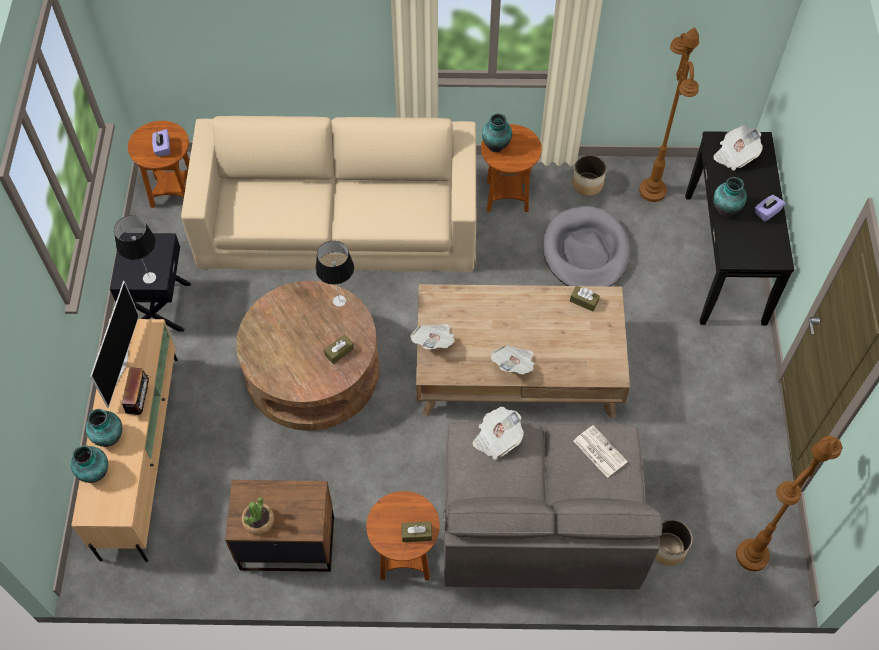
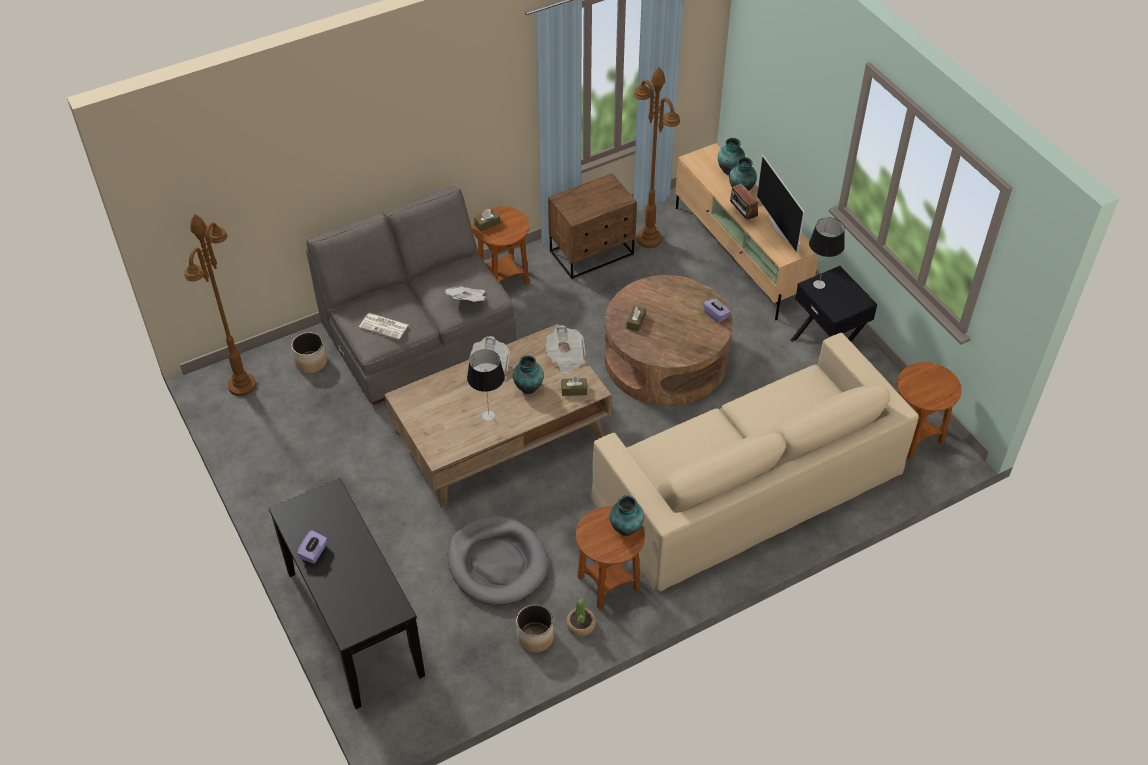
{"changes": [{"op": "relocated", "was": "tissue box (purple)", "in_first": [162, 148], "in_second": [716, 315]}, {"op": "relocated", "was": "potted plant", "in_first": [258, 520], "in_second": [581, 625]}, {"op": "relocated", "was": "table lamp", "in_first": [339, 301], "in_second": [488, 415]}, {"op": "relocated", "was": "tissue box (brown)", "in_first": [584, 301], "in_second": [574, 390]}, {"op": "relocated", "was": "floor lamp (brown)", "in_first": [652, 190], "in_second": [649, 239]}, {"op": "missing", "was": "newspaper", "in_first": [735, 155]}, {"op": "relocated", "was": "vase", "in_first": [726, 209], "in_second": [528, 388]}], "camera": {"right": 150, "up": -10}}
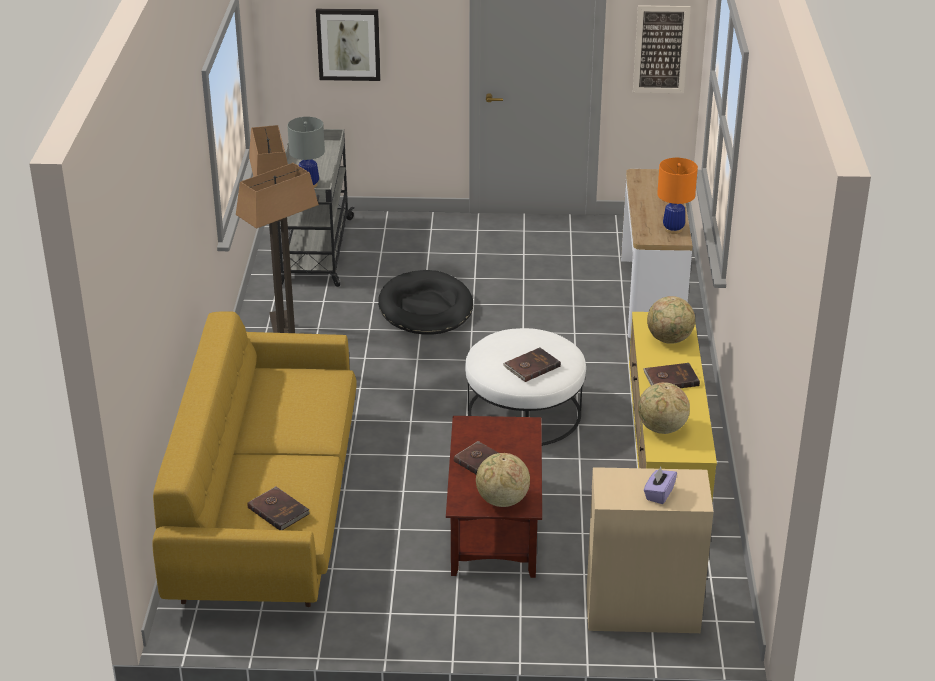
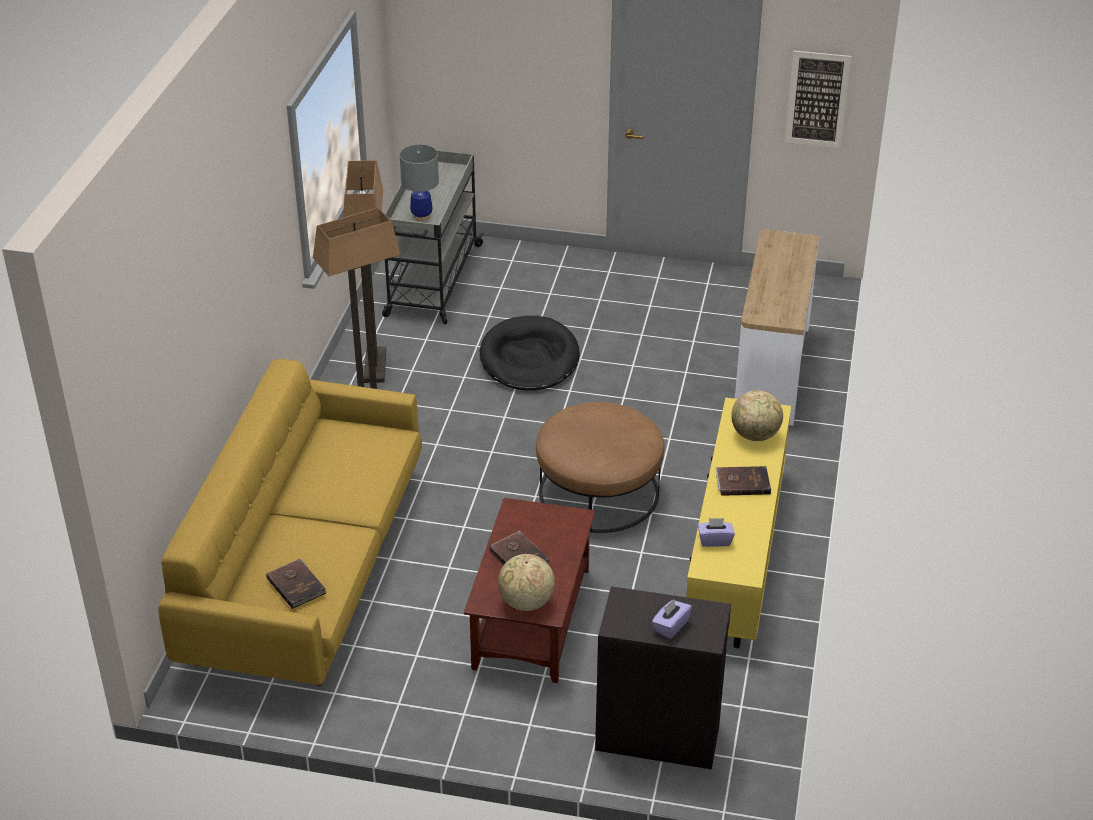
{"changes": [{"op": "missing", "was": "picture", "in_first": [348, 44]}, {"op": "colour", "was": "ottoman (white)", "now": "ottoman (brown)", "in_first": [524, 412], "in_second": [598, 492]}, {"op": "missing", "was": "book (brown)", "in_first": [531, 366]}, {"op": "colour", "was": "cabinet (beige)", "now": "cabinet (black)", "in_first": [641, 609], "in_second": [657, 734]}, {"op": "exchanged", "was": "globe", "now": "tissue box (purple)", "in_first": [661, 429], "in_second": [715, 540]}, {"op": "missing", "was": "table lamp (orange)", "in_first": [673, 229]}], "camera": {"right": 10, "up": 5}}
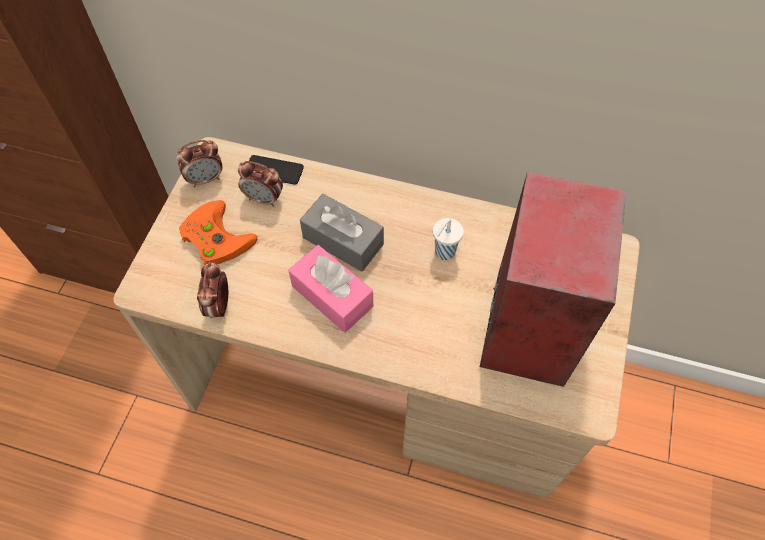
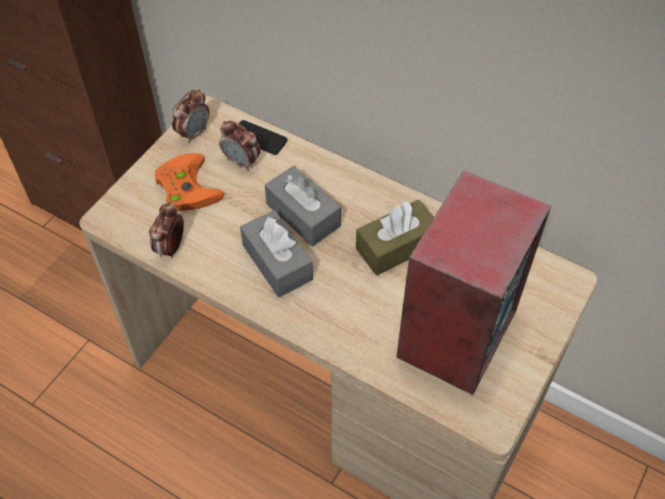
{"changes": [{"op": "spun", "was": "alarm clock", "in_first": [205, 179], "in_second": [193, 133], "clockwise": -45}, {"op": "colour", "was": "tissue box (pink)", "now": "tissue box (grey)", "in_first": [332, 296], "in_second": [277, 262]}, {"op": "exchanged", "was": "cup (white)", "now": "tissue box (brown)", "in_first": [444, 253], "in_second": [396, 246]}], "camera": {"right": 15, "up": -5}}
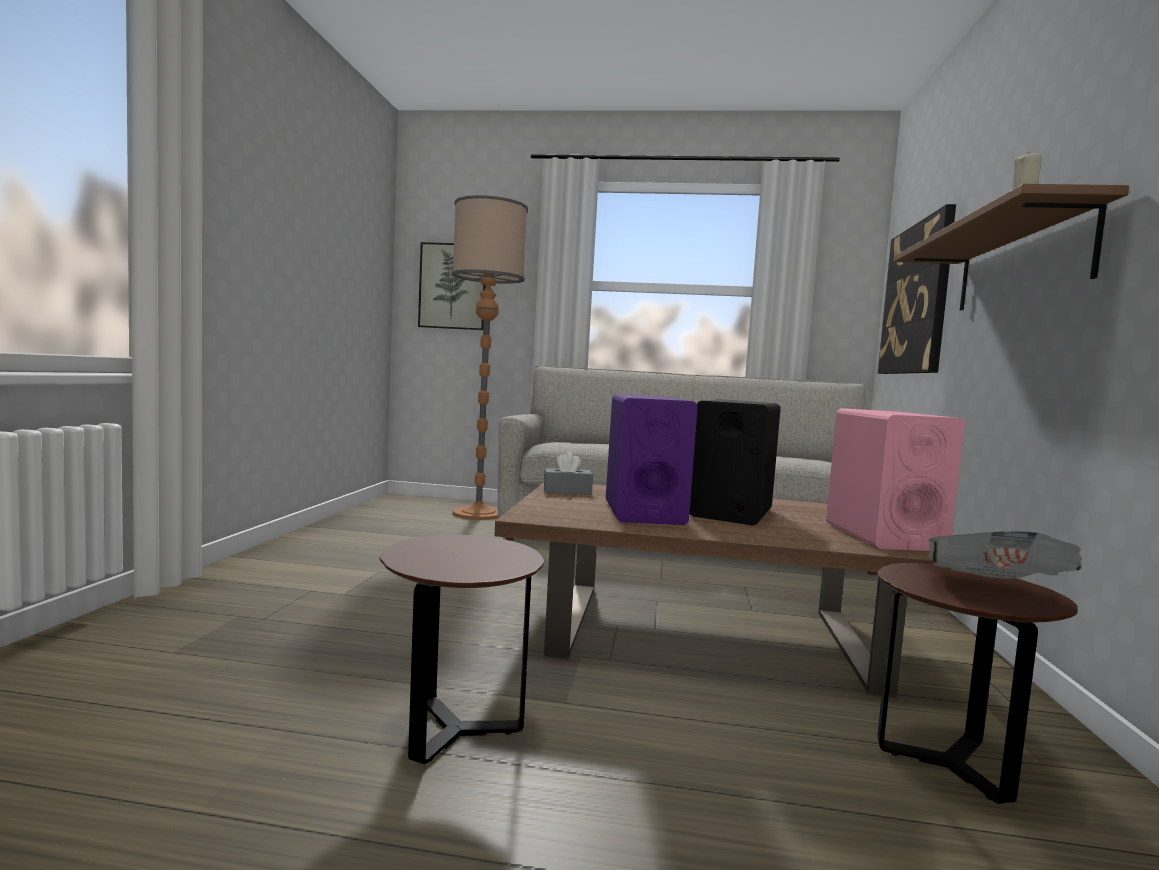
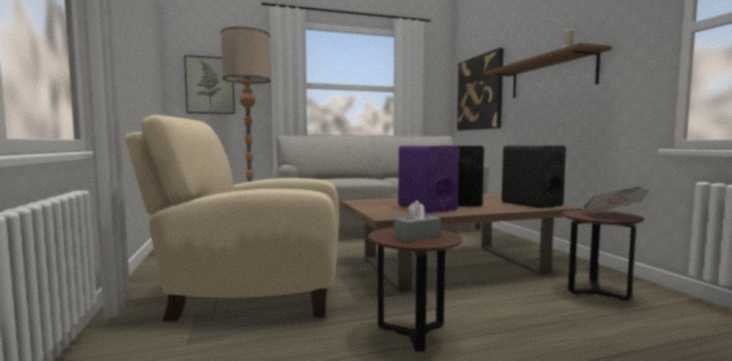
{"changes": [{"op": "relocated", "was": "tissue box (grey)", "in_first": [567, 491], "in_second": [417, 236]}, {"op": "colour", "was": "speaker (pink)", "now": "speaker (black)", "in_first": [882, 536], "in_second": [531, 203]}, {"op": "appeared", "now": "armchair (beige)", "in_second": [252, 293]}], "camera": {"right": -25, "up": 0}}
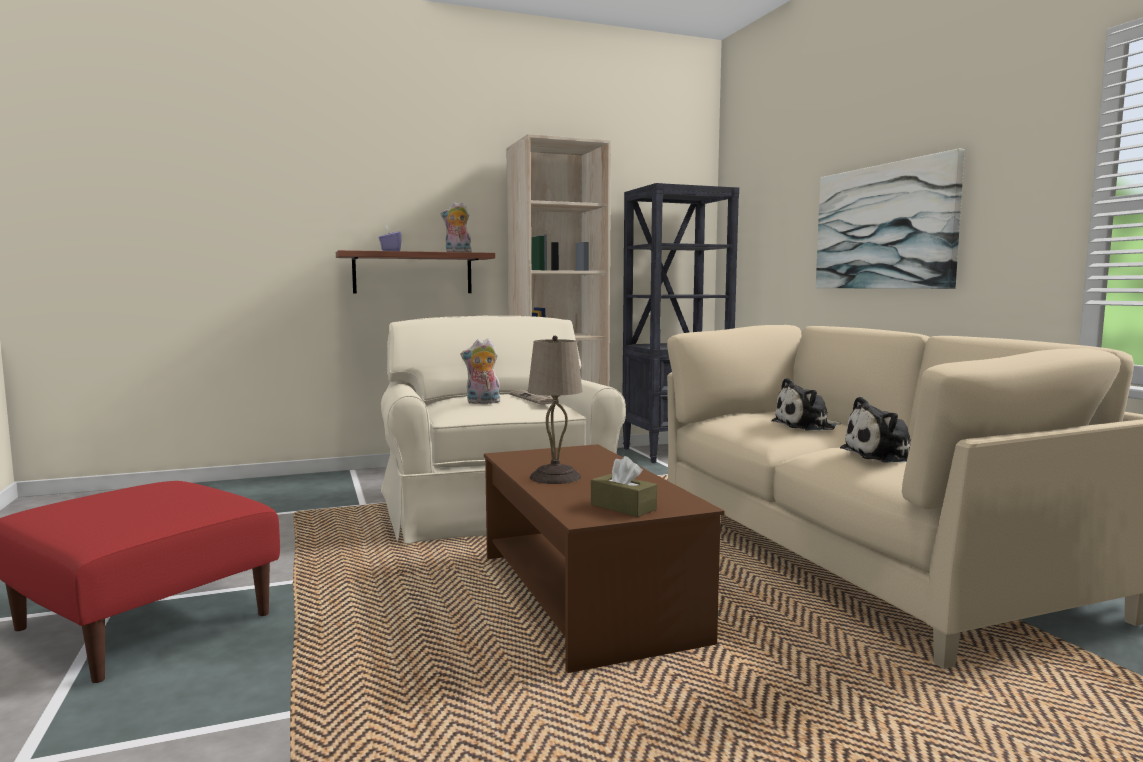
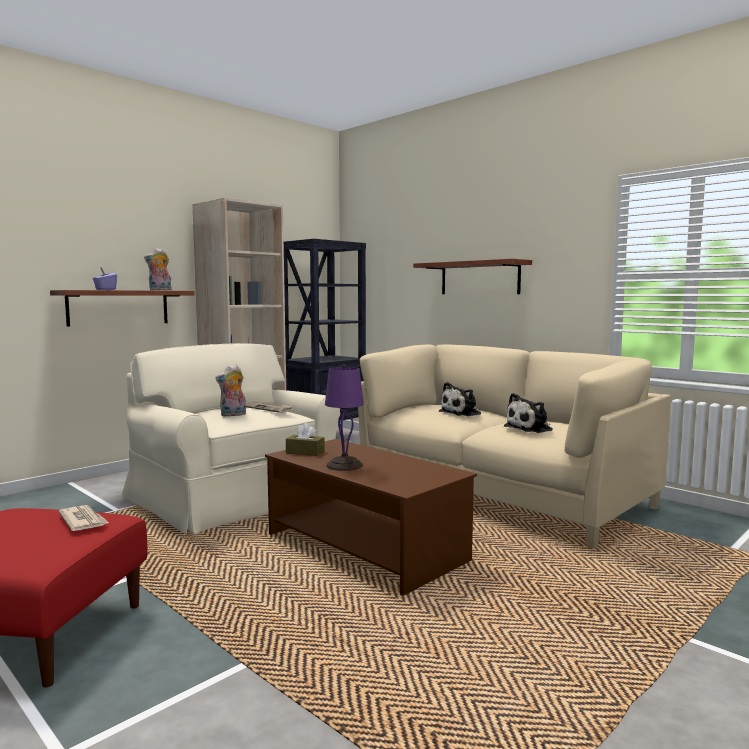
{"changes": [{"op": "colour", "was": "table lamp (beige)", "now": "table lamp (purple)", "in_first": [554, 477], "in_second": [344, 465]}, {"op": "relocated", "was": "tissue box (brown)", "in_first": [623, 507], "in_second": [305, 452]}, {"op": "exchanged", "was": "picture", "now": "shelf", "in_first": [884, 227], "in_second": [479, 278]}, {"op": "appeared", "now": "newspaper", "in_second": [83, 521]}], "camera": {"right": -25, "up": 0}}
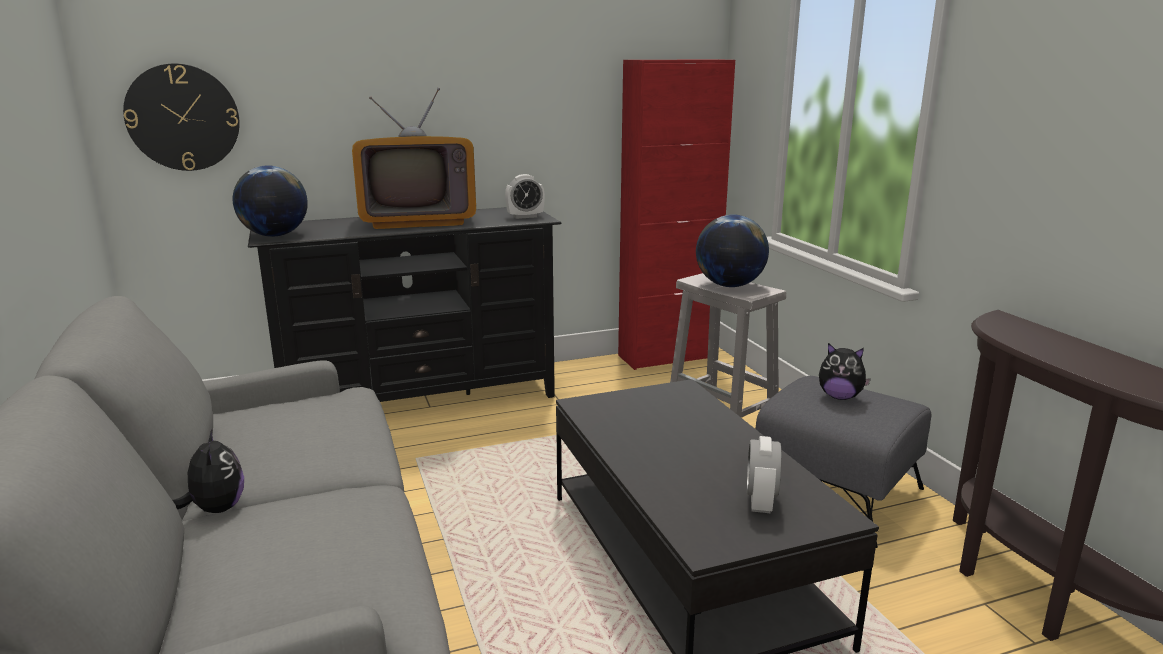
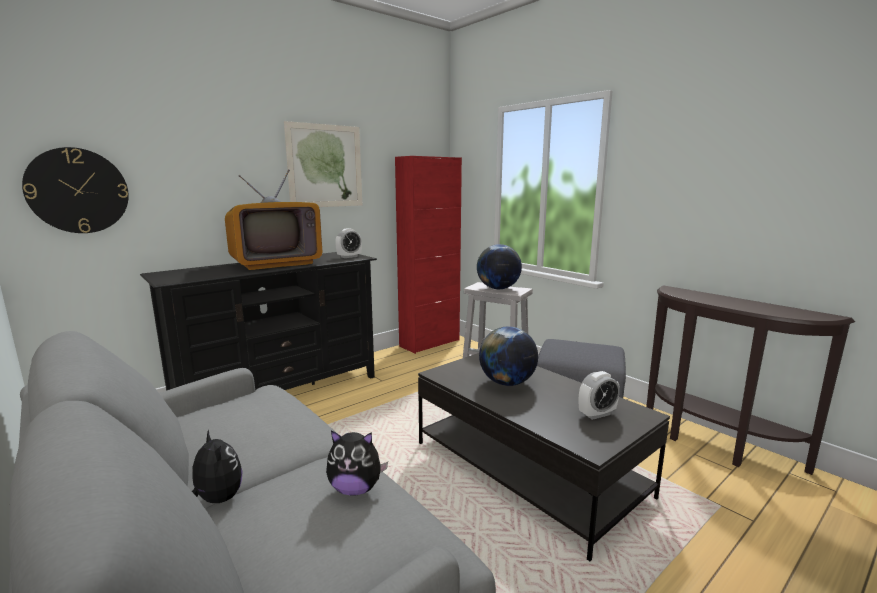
{"changes": [{"op": "relocated", "was": "globe", "in_first": [275, 235], "in_second": [507, 383]}, {"op": "spun", "was": "alarm clock", "in_first": [760, 502], "in_second": [597, 414], "clockwise": -105}, {"op": "relocated", "was": "plush toy", "in_first": [840, 397], "in_second": [356, 489]}, {"op": "appeared", "now": "picture", "in_second": [325, 166]}], "camera": {"right": -20, "up": -5}}
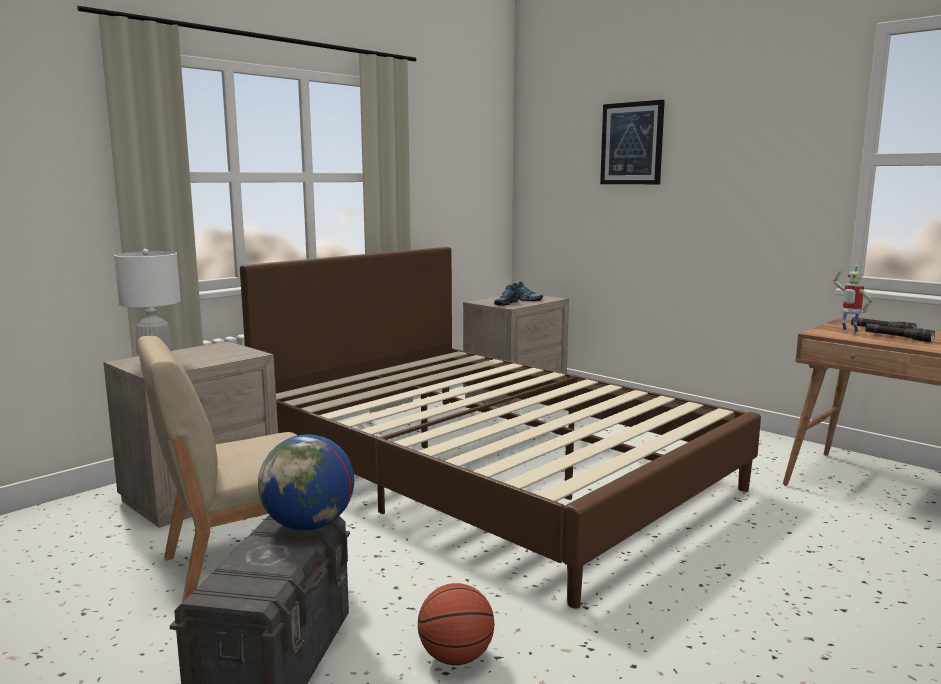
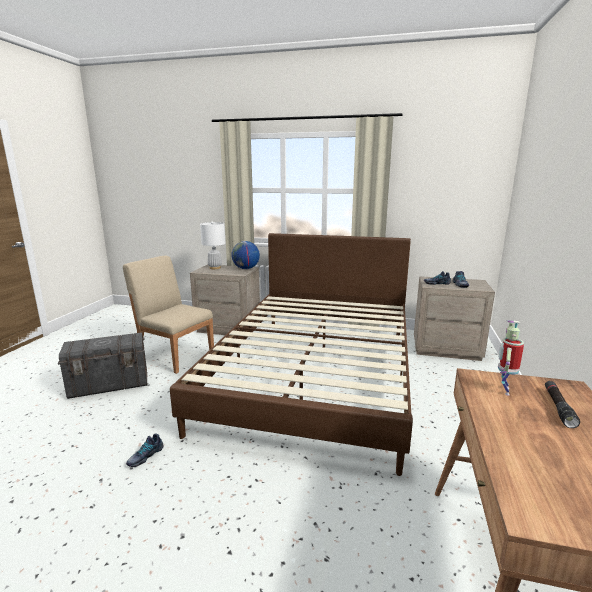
{"changes": [{"op": "relocated", "was": "globe", "in_first": [309, 525], "in_second": [246, 268]}, {"op": "missing", "was": "basketball", "in_first": [456, 657]}, {"op": "missing", "was": "picture", "in_first": [632, 143]}, {"op": "missing", "was": "flashlight (black)", "in_first": [898, 337]}, {"op": "appeared", "now": "shoe", "in_second": [145, 456]}], "camera": {"right": 60, "up": 5}}
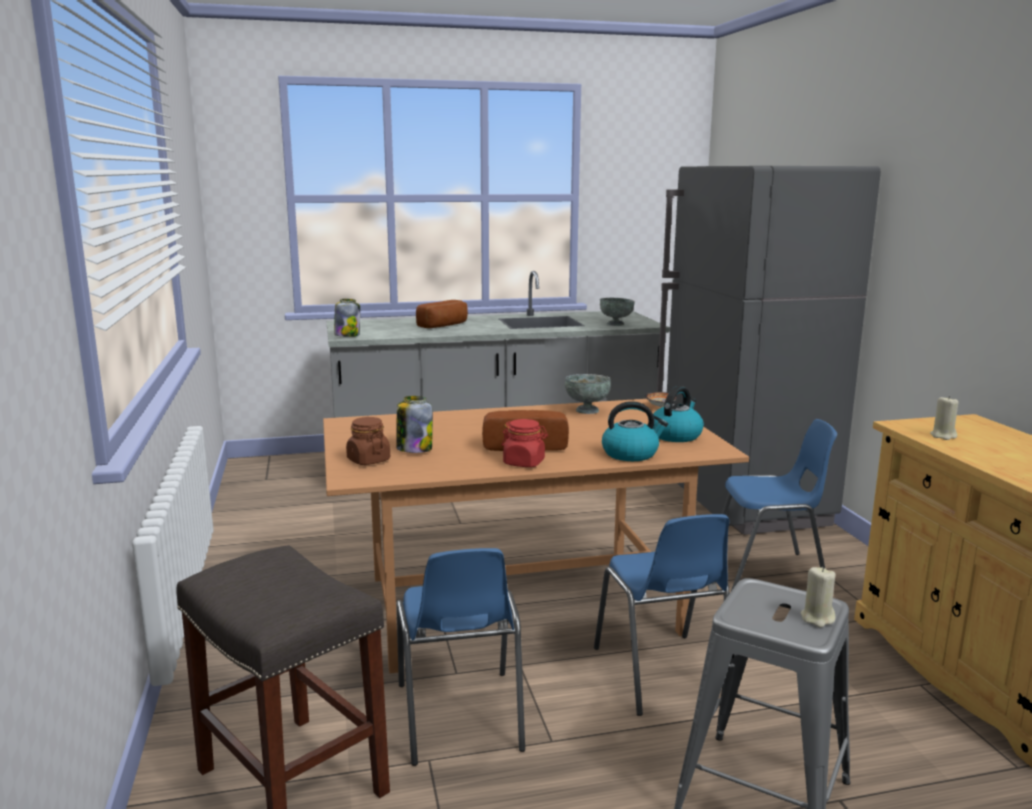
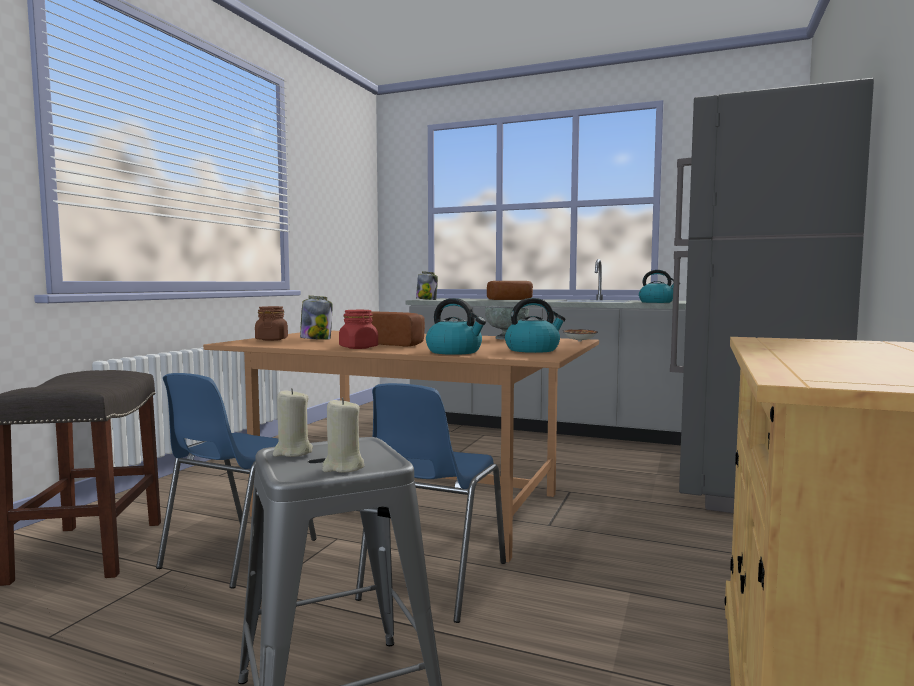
{"changes": [{"op": "exchanged", "was": "bowl (grey)", "now": "kettle", "in_first": [616, 324], "in_second": [657, 302]}, {"op": "missing", "was": "chair (blue)", "in_first": [768, 572]}, {"op": "relocated", "was": "candle (beige)", "in_first": [943, 436], "in_second": [292, 452]}], "camera": {"right": 35, "up": -10}}
